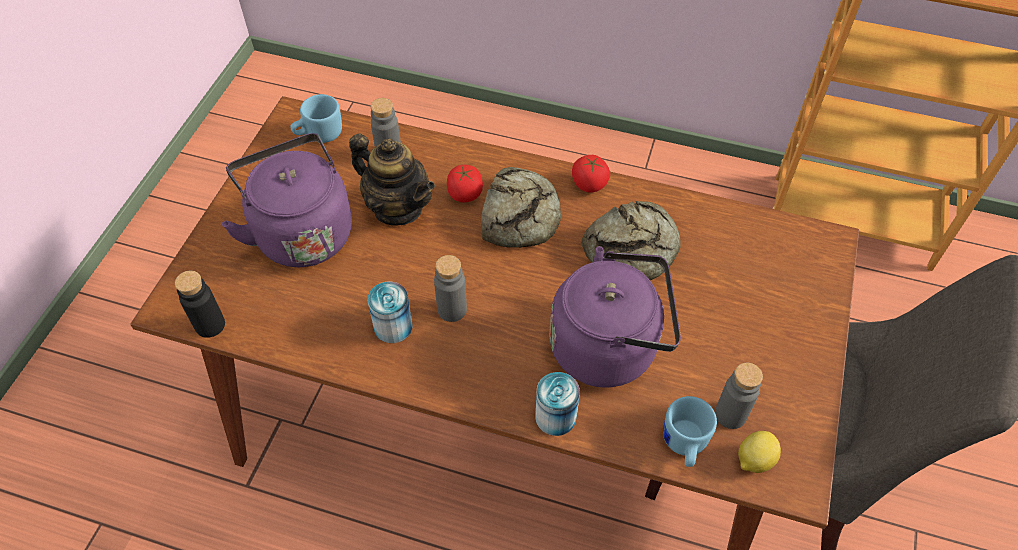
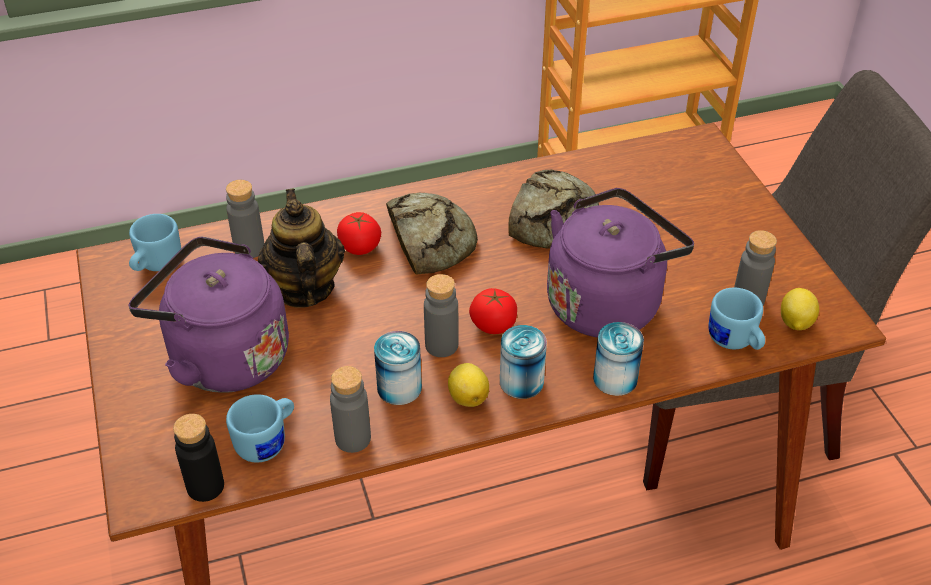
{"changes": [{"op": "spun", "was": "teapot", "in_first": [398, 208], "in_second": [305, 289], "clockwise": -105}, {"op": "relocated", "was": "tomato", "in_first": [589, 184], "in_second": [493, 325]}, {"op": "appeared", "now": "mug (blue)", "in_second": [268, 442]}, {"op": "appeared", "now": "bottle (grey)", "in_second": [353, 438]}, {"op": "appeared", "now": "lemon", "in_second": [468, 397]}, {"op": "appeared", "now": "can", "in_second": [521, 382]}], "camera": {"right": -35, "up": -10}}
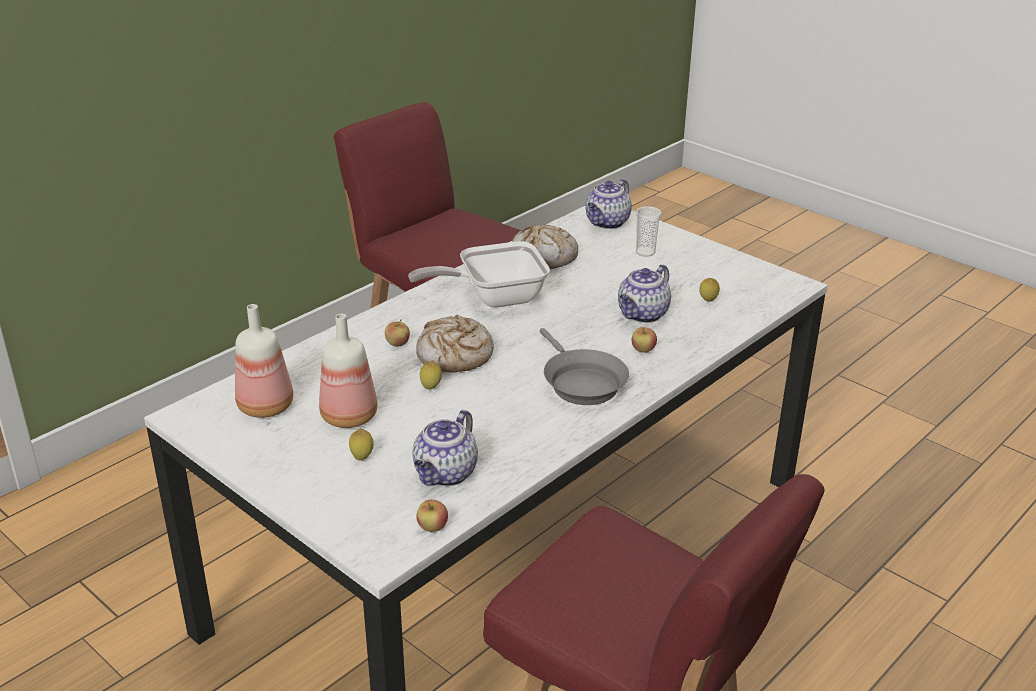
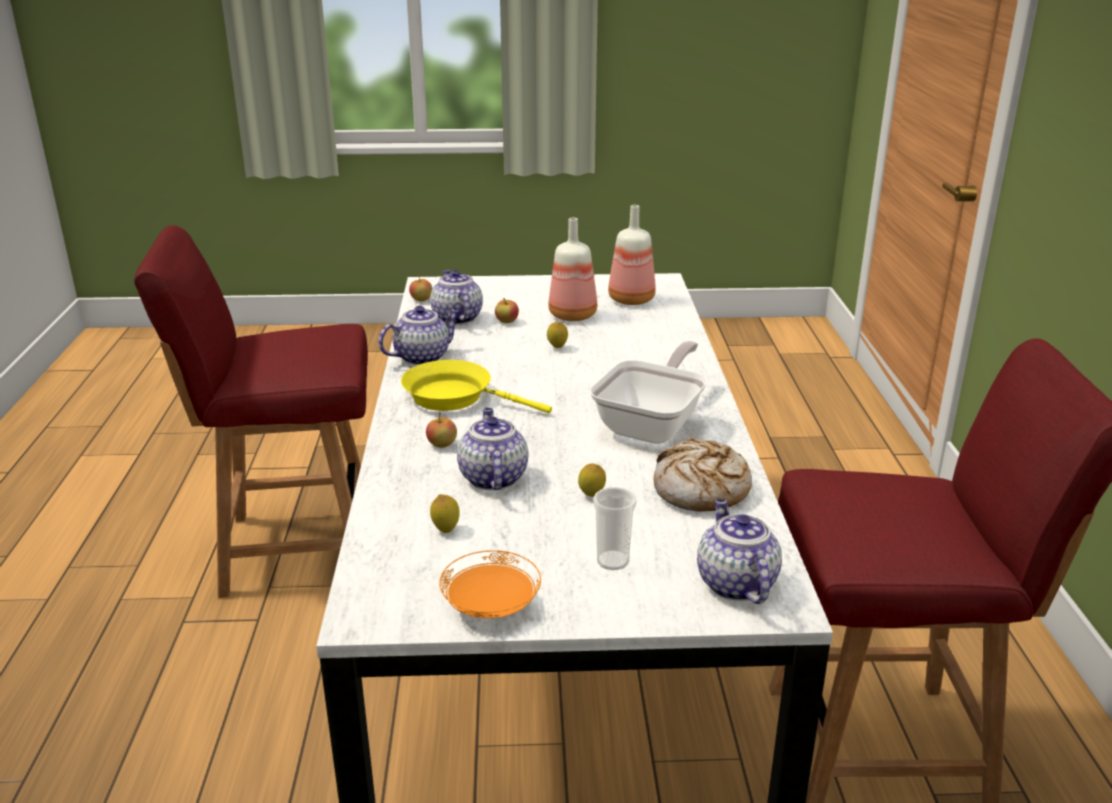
{"changes": [{"op": "relocated", "was": "lemon", "in_first": [362, 458], "in_second": [591, 496]}, {"op": "relocated", "was": "apple", "in_first": [397, 344], "in_second": [507, 322]}, {"op": "missing", "was": "bread", "in_first": [455, 355]}, {"op": "colour", "was": "frying pan (grey)", "now": "frying pan (yellow)", "in_first": [580, 383], "in_second": [455, 397]}, {"op": "appeared", "now": "teapot", "in_second": [422, 357]}, {"op": "appeared", "now": "plate (orange)", "in_second": [490, 607]}], "camera": {"right": 135, "up": -5}}
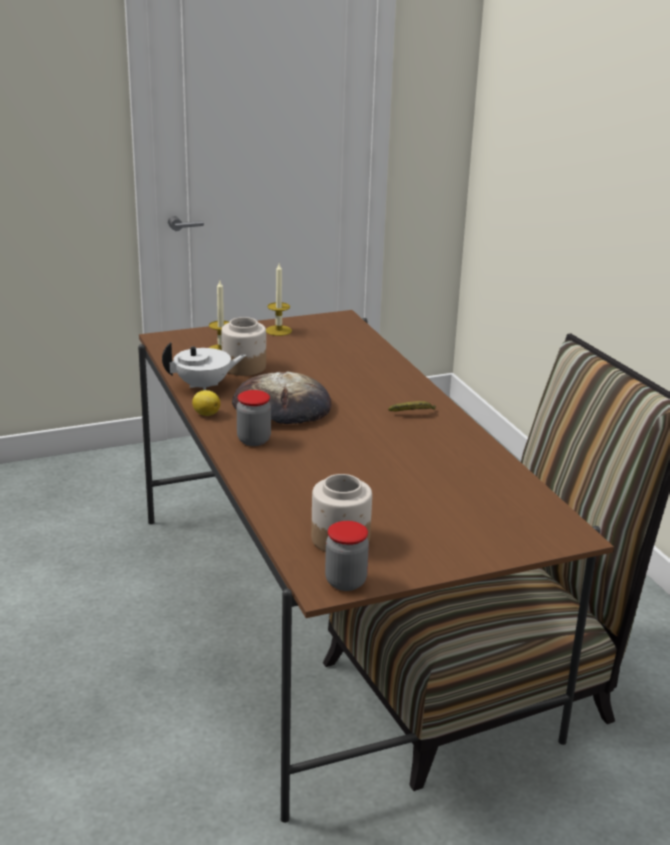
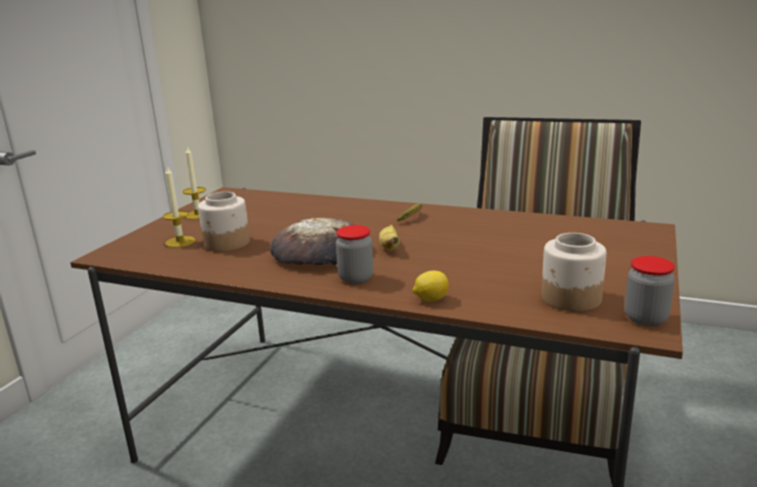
{"changes": [{"op": "missing", "was": "teapot (white)", "in_first": [204, 386]}, {"op": "relocated", "was": "lemon", "in_first": [205, 414], "in_second": [430, 299]}, {"op": "appeared", "now": "banana", "in_second": [389, 247]}], "camera": {"right": -45, "up": -5}}
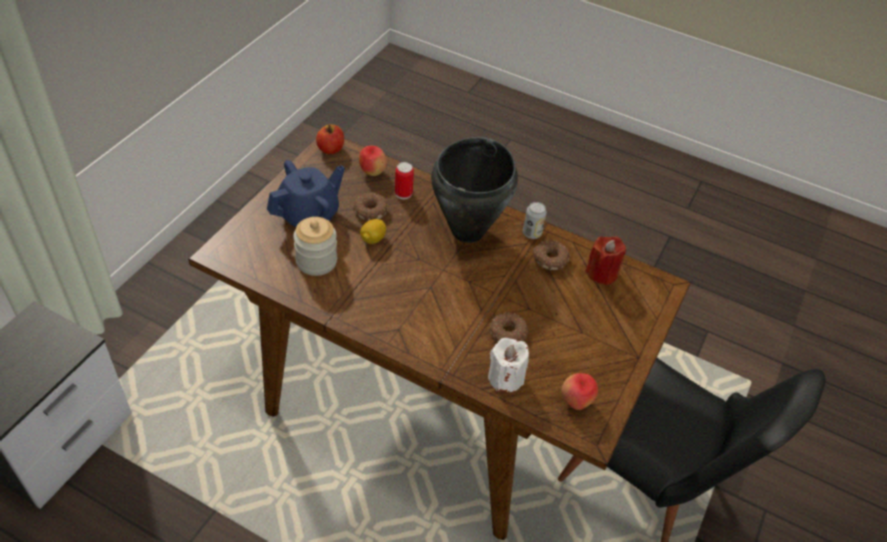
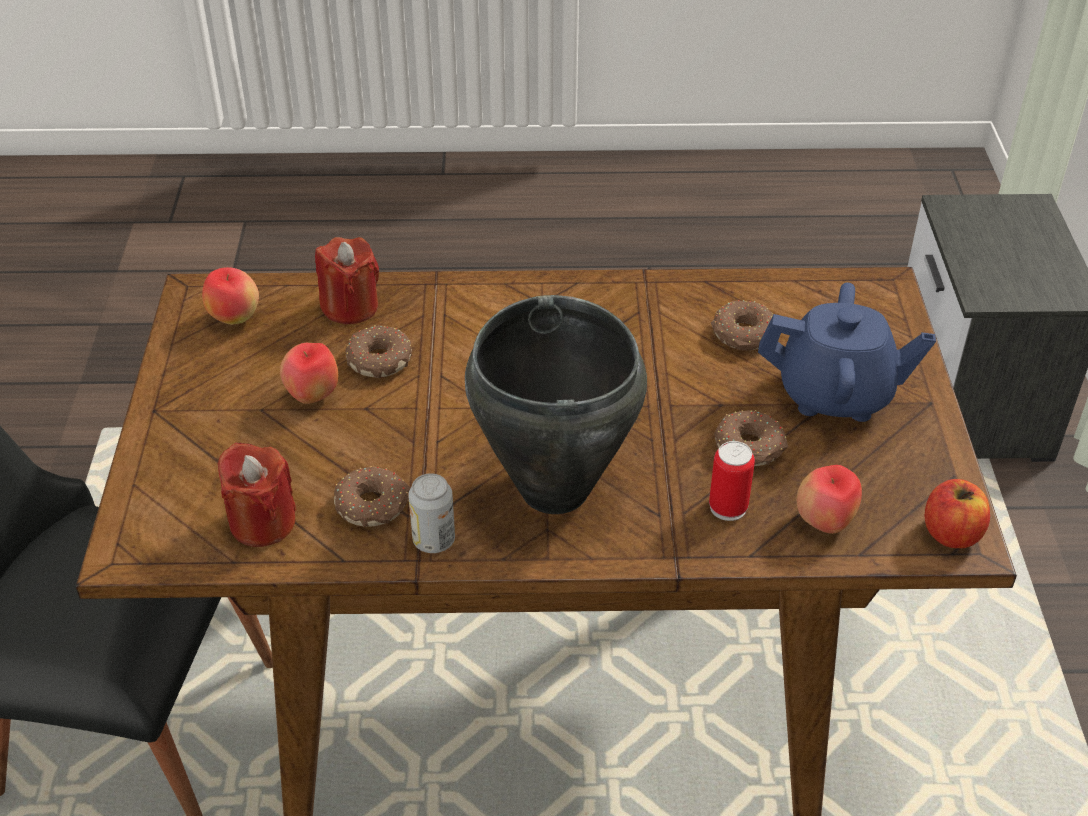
{"changes": [{"op": "spun", "was": "teapot (blue)", "in_first": [309, 214], "in_second": [836, 395], "clockwise": -105}, {"op": "exchanged", "was": "jar", "now": "donut", "in_first": [316, 261], "in_second": [743, 335]}, {"op": "missing", "was": "lemon", "in_first": [373, 239]}, {"op": "colour", "was": "candle (white)", "now": "candle (red)", "in_first": [505, 378], "in_second": [350, 307]}, {"op": "appeared", "now": "apple", "in_second": [312, 396]}], "camera": {"right": 155, "up": -5}}
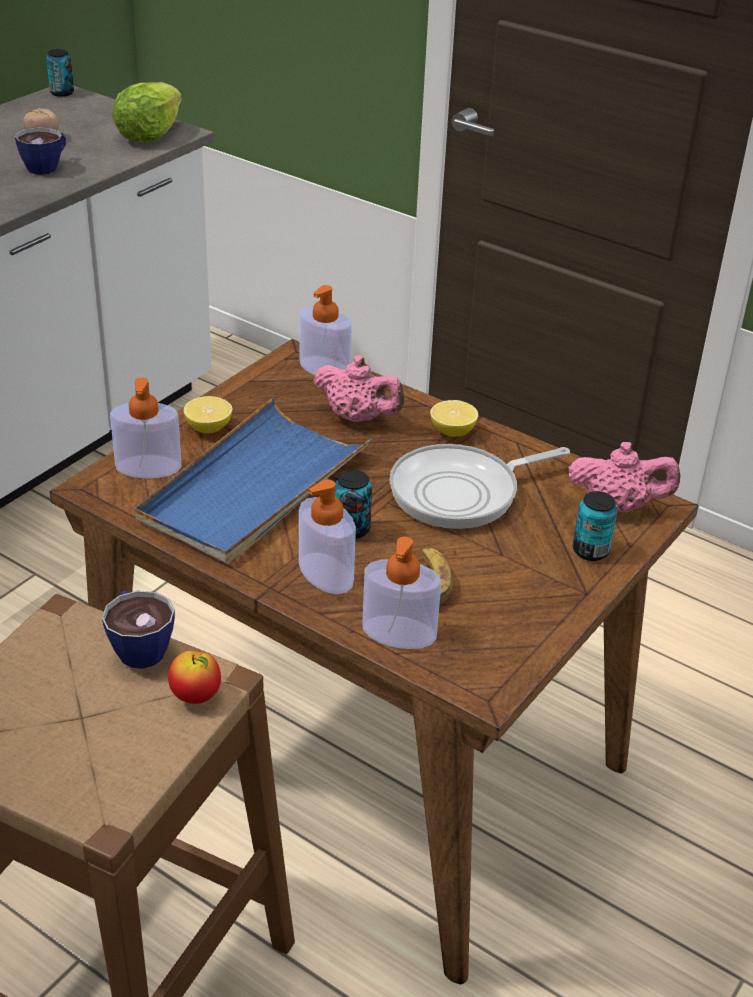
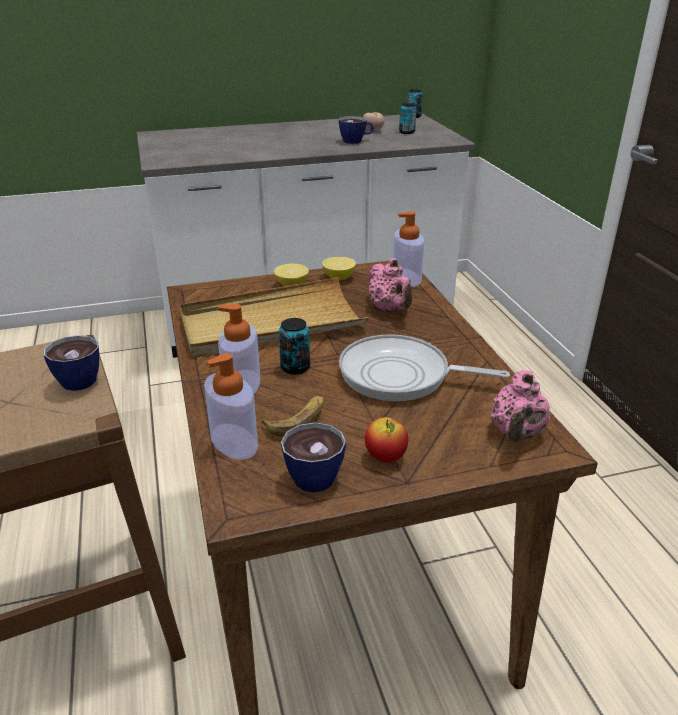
{"changes": [{"op": "missing", "was": "soap dispenser", "in_first": [148, 467]}, {"op": "missing", "was": "lettuce", "in_first": [149, 135]}, {"op": "colour", "was": "tray (blue)", "now": "tray (beige)", "in_first": [253, 488], "in_second": [271, 323]}, {"op": "relocated", "was": "apple", "in_first": [196, 696], "in_second": [385, 457]}, {"op": "relocated", "was": "lemon", "in_first": [452, 431], "in_second": [338, 277]}, {"op": "spun", "was": "teapot (pink)", "in_first": [618, 506], "in_second": [516, 433], "clockwise": 60}, {"op": "relocated", "was": "can", "in_first": [590, 551], "in_second": [407, 132]}, {"op": "appeared", "now": "cup", "in_second": [312, 472]}], "camera": {"right": 40, "up": -5}}
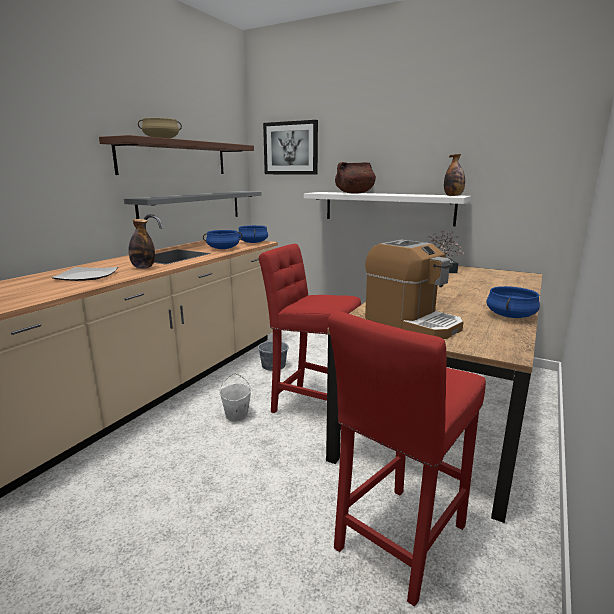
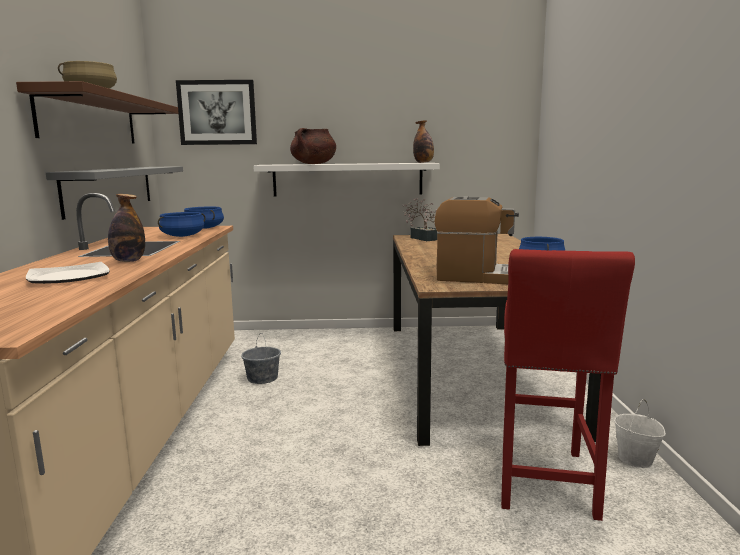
{"changes": [{"op": "relocated", "was": "bucket (white)", "in_first": [236, 415], "in_second": [636, 459]}, {"op": "missing", "was": "stool (red)", "in_first": [311, 406]}], "camera": {"right": -30, "up": -5}}
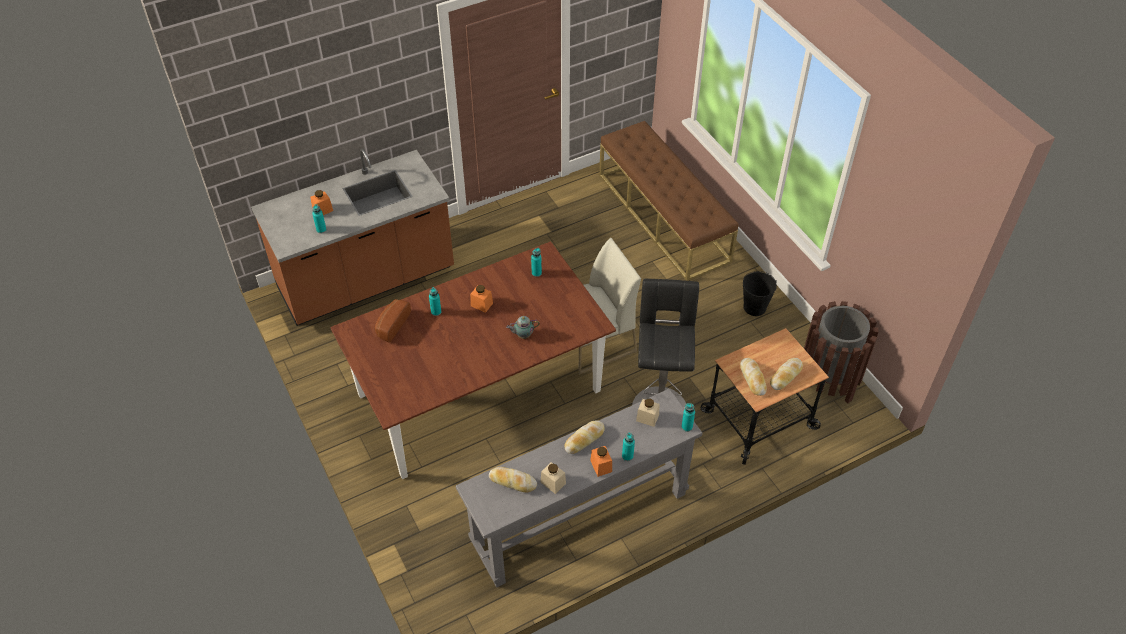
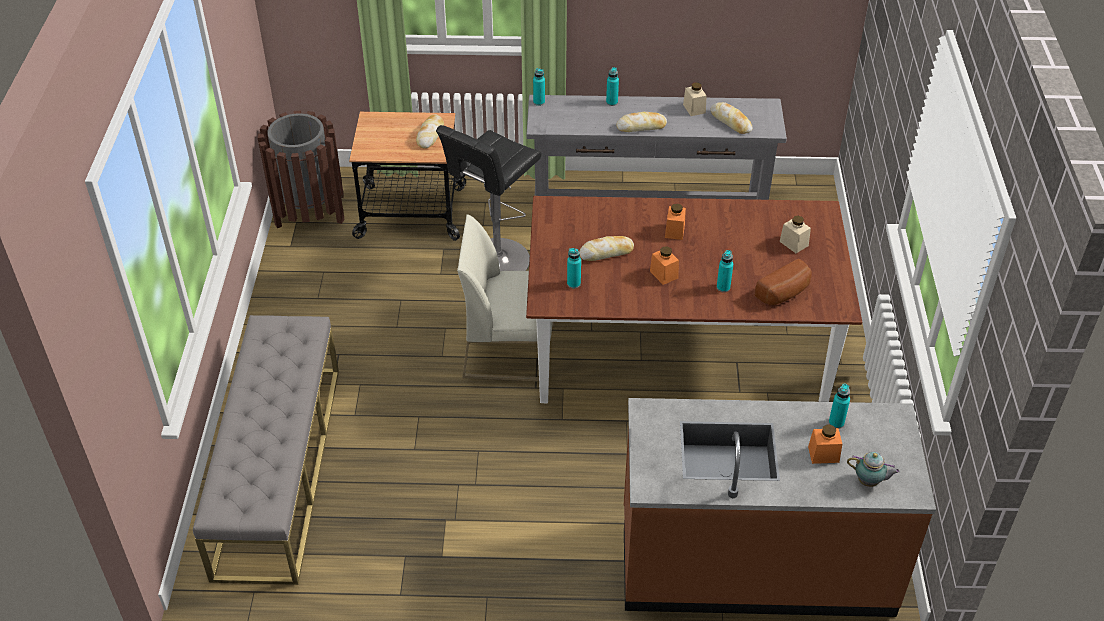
{"changes": [{"op": "relocated", "was": "teapot", "in_first": [523, 335], "in_second": [869, 482]}, {"op": "relocated", "was": "jar (orange)", "in_first": [601, 466], "in_second": [674, 231]}, {"op": "colour", "was": "bench (brown)", "now": "bench (grey)", "in_first": [663, 217], "in_second": [278, 469]}, {"op": "relocated", "was": "jar (beige)", "in_first": [647, 418], "in_second": [794, 243]}, {"op": "missing", "was": "bucket (black)", "in_first": [755, 307]}, {"op": "relocated", "was": "bread", "in_first": [785, 376], "in_second": [606, 252]}], "camera": {"right": -150, "up": -5}}
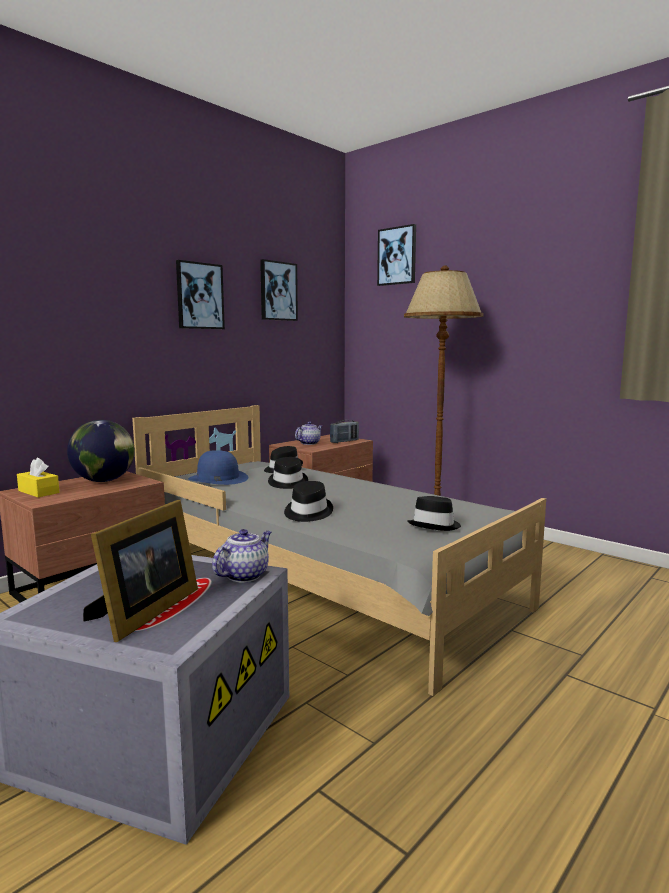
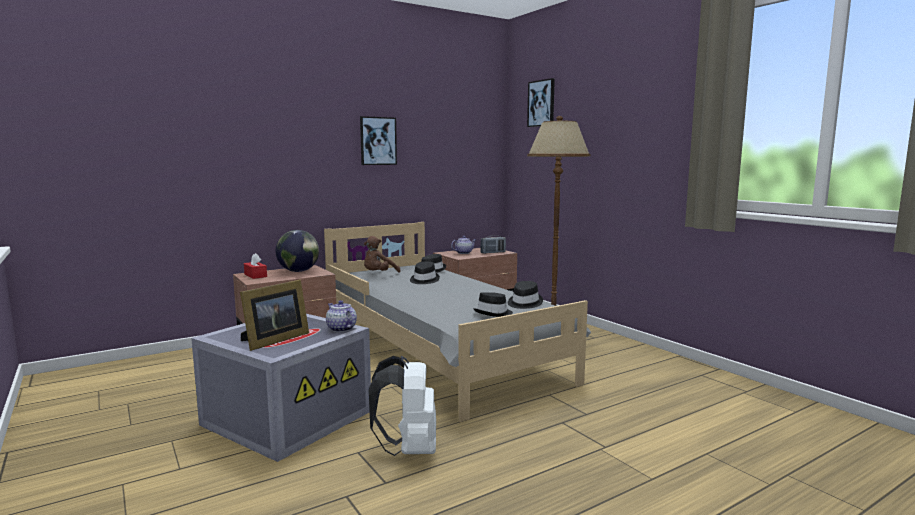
{"changes": [{"op": "colour", "was": "tissue box (yellow)", "now": "tissue box (red)", "in_first": [38, 492], "in_second": [255, 275]}, {"op": "exchanged", "was": "hat (blue)", "now": "plush toy (brown)", "in_first": [217, 478], "in_second": [379, 275]}, {"op": "spun", "was": "teapot", "in_first": [244, 575], "in_second": [341, 329], "clockwise": -90}, {"op": "missing", "was": "picture", "in_first": [278, 291]}, {"op": "relocated", "was": "hat (black)", "in_first": [307, 512], "in_second": [524, 303]}, {"op": "appeared", "now": "backpack (white)", "in_second": [409, 449]}], "camera": {"right": 15, "up": 0}}
